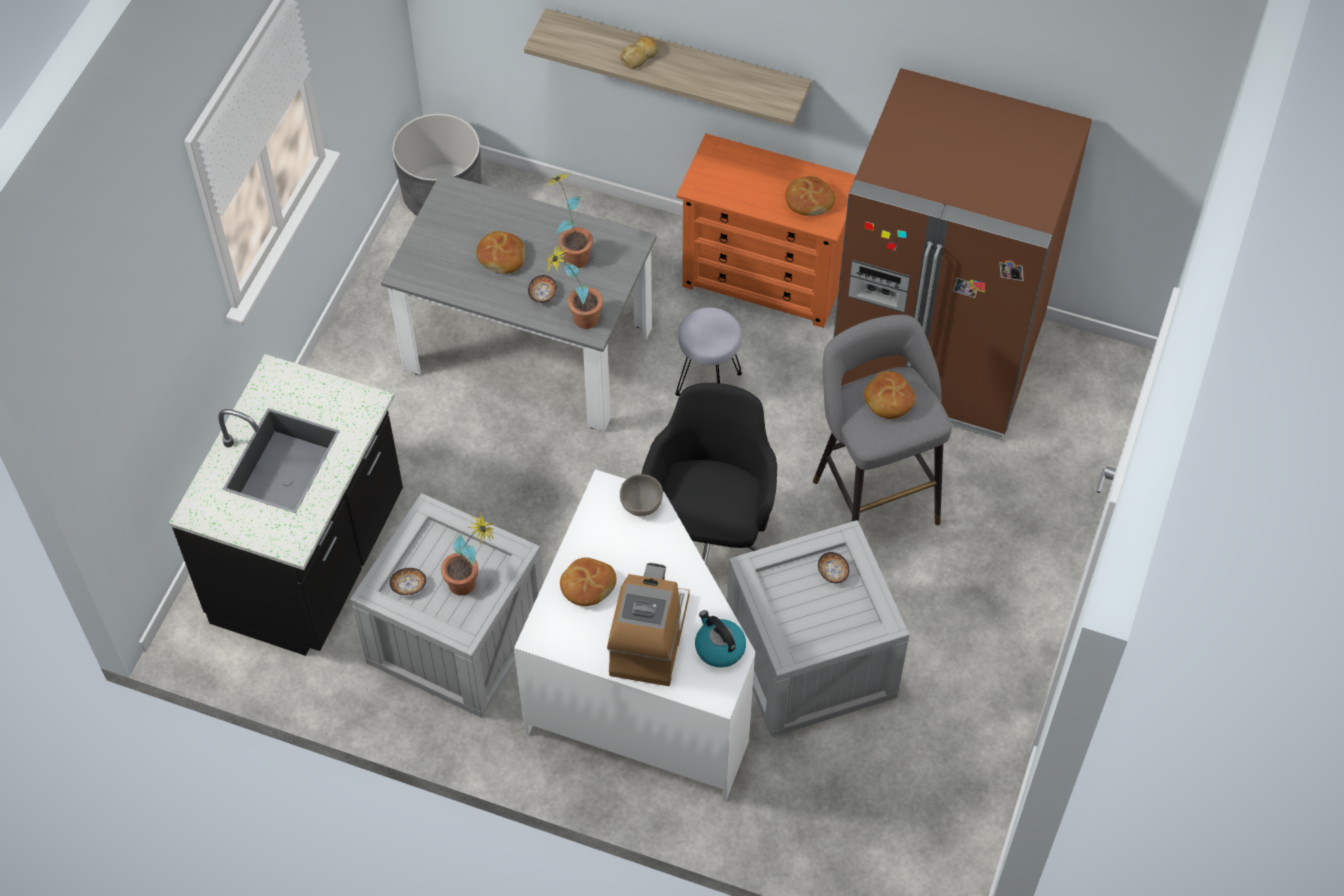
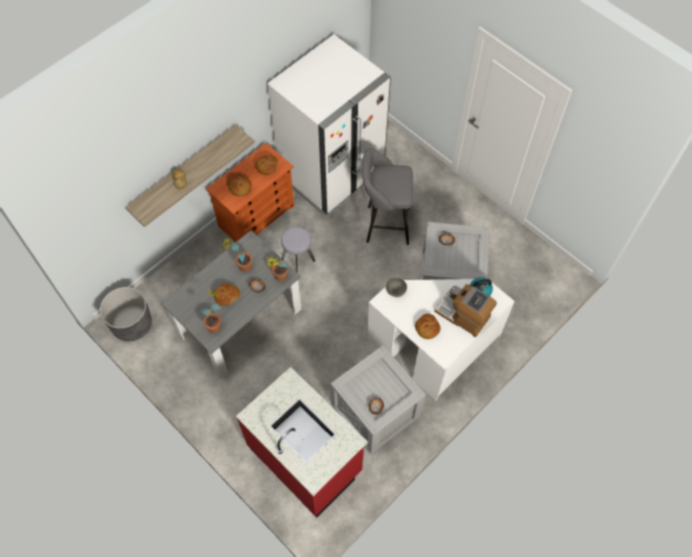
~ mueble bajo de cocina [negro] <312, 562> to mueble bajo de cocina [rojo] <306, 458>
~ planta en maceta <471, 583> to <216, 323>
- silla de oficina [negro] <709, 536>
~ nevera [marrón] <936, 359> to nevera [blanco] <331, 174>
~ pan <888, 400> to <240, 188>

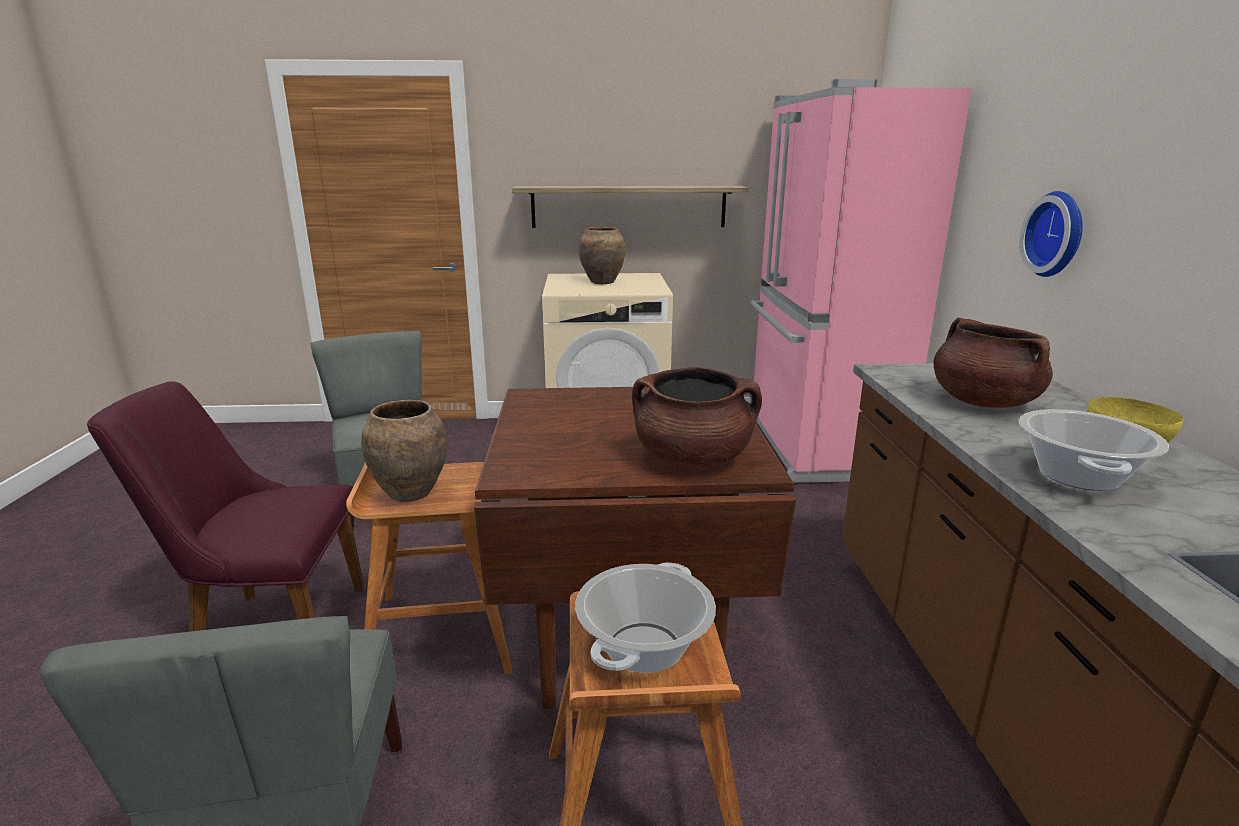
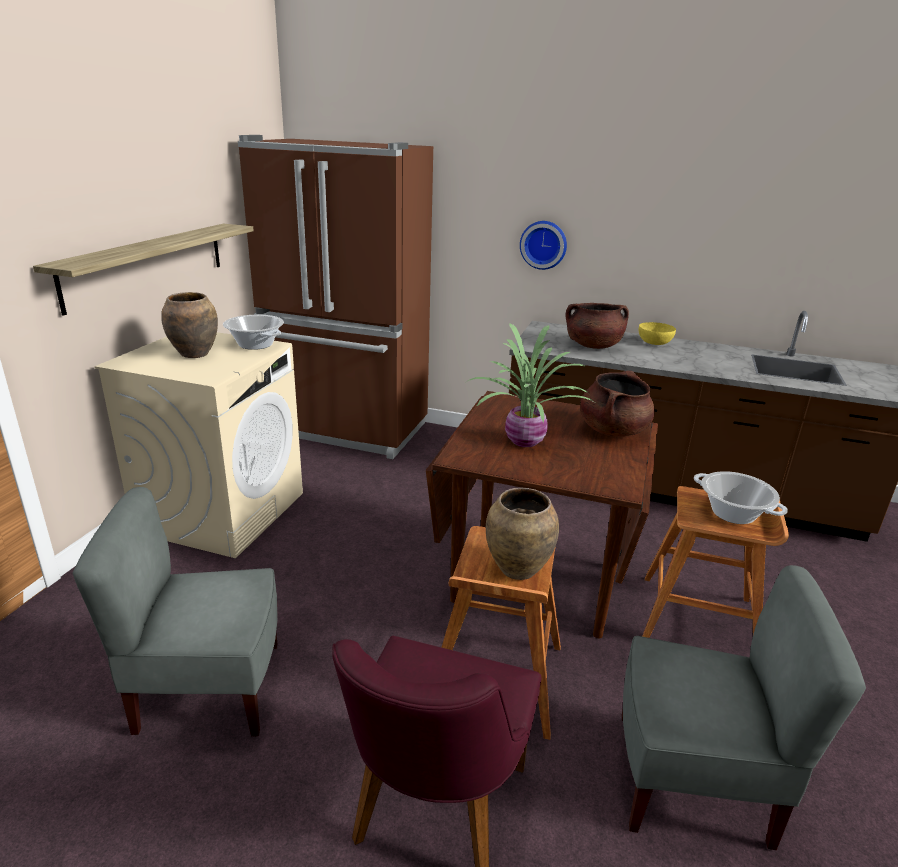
~ nevera [rosa] <815, 446> to nevera [marrón] <347, 430>
~ olla <1077, 476> to <255, 345>
+ planta en maceta <526, 440>

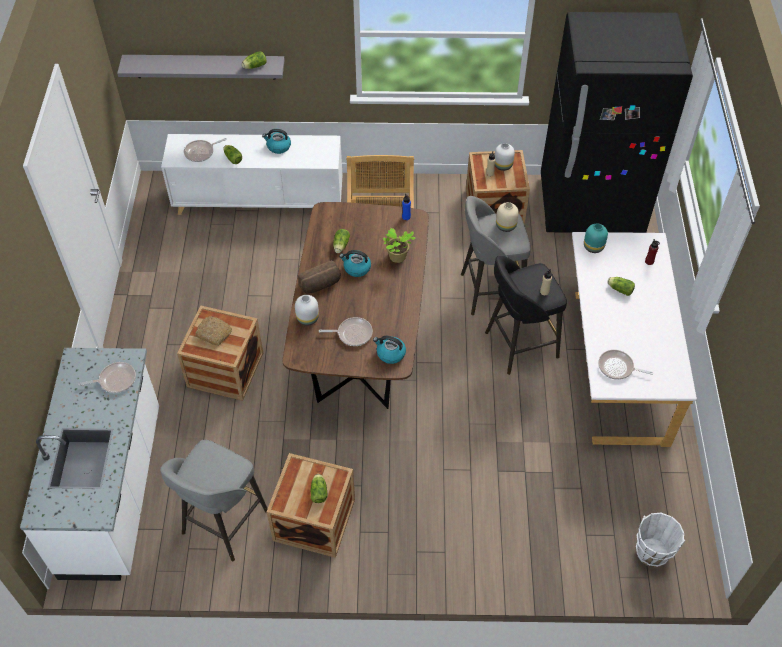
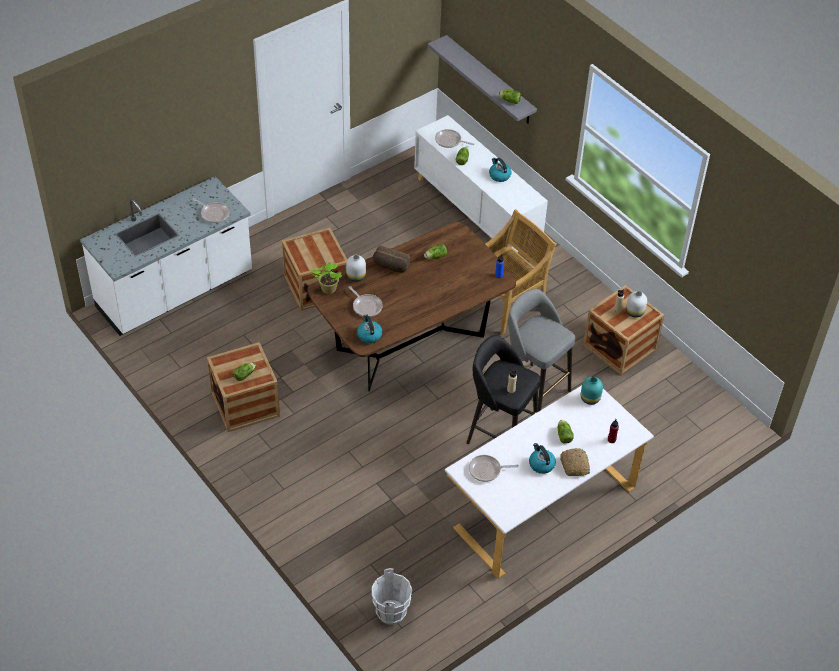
- taburete [gris] <223, 524>
~ pan <214, 333> to <575, 465>
~ hervidor <356, 268> to <541, 464>
~ planta en maceta <397, 257> to <327, 289>
- florero [beis] <505, 225>
- nevera [negro] <591, 206>
~ sartén <617, 367> = <487, 470> 75 degrees counterclockwise

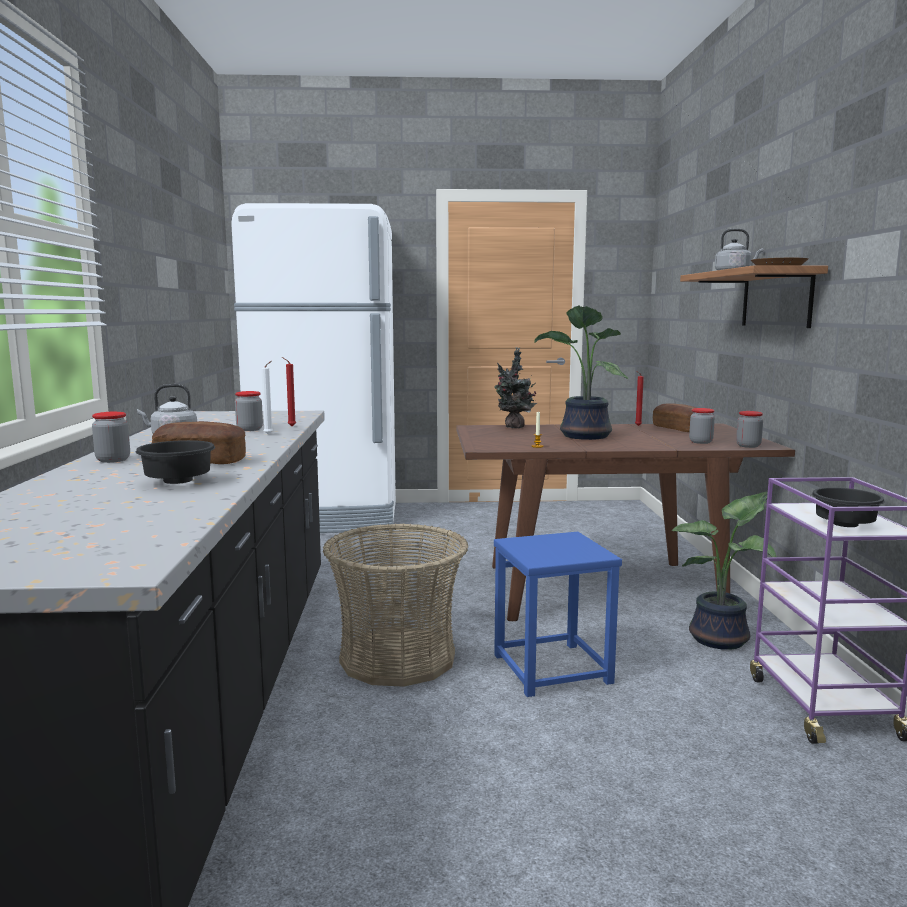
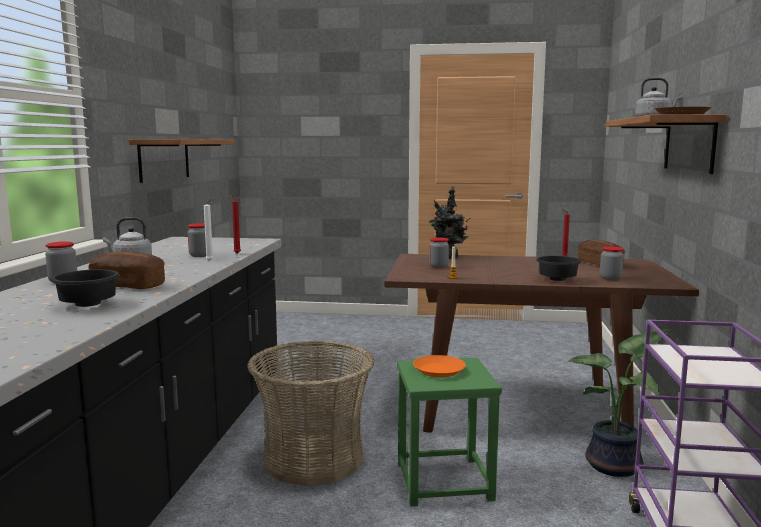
- nevera [blanco] <327, 518>
~ taburete [azul] <552, 669> to taburete [verde] <444, 481>
- planta en maceta <582, 436>
~ tarro <748, 446> to <438, 266>
~ cuenco [negro] <844, 525> to <556, 280>
+ estante <164, 159>
+ plato [naranja] <438, 370>

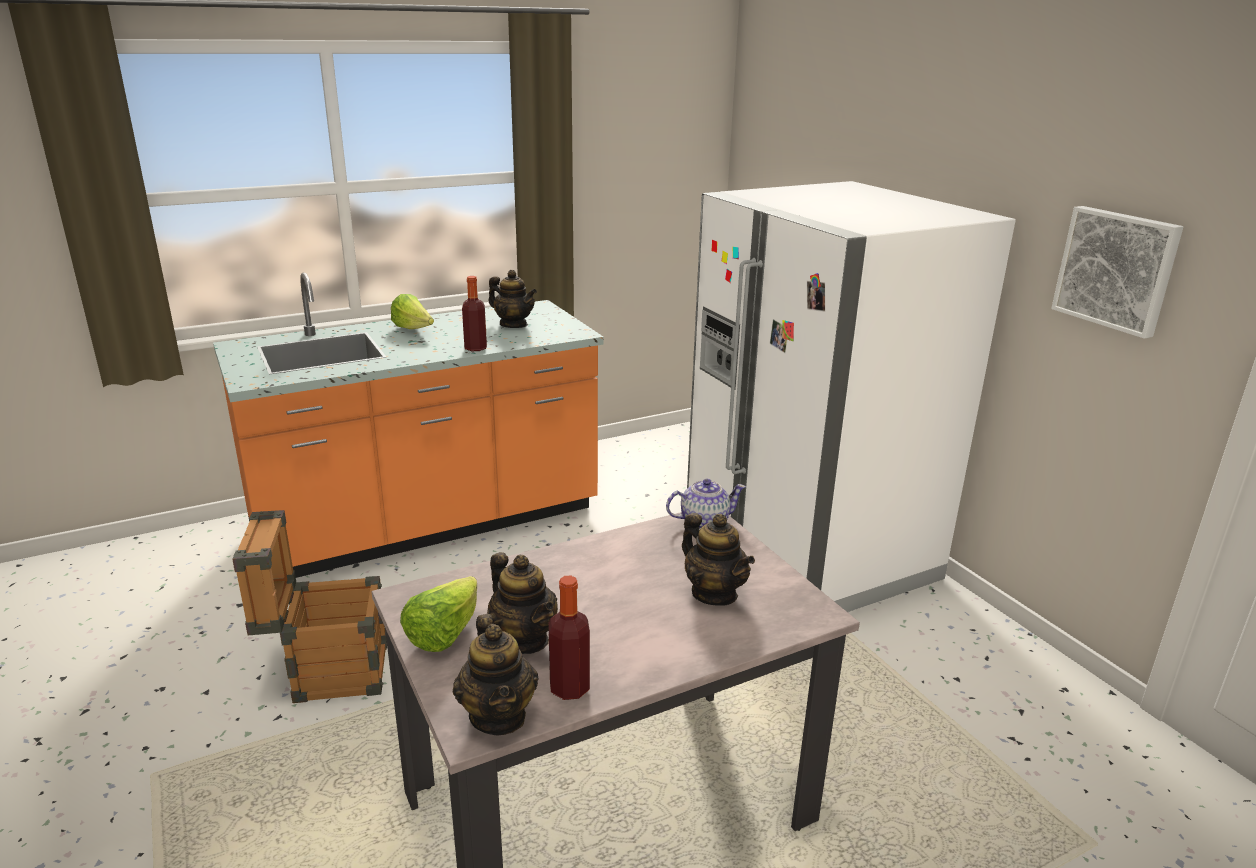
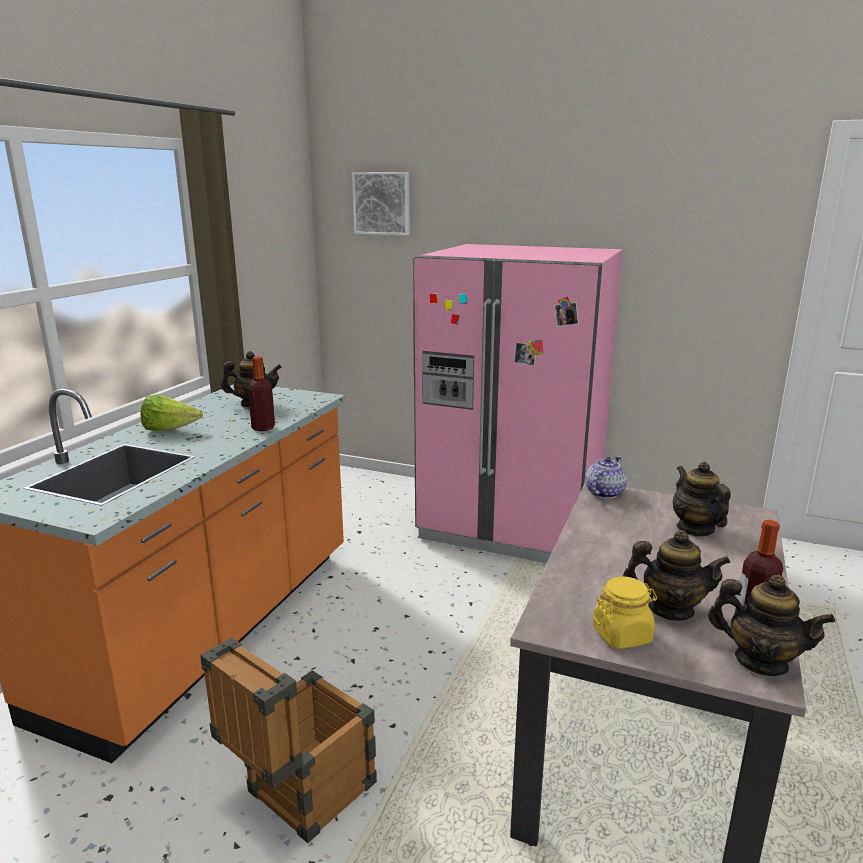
~ lechuga <444, 634> to tarro [amarillo] <622, 635>
~ tetera <714, 593> = <695, 528> 120 degrees counterclockwise
~ nevera [blanco] <808, 551> to nevera [rosa] <511, 525>
~ cuadro <1117, 269> to <382, 203>

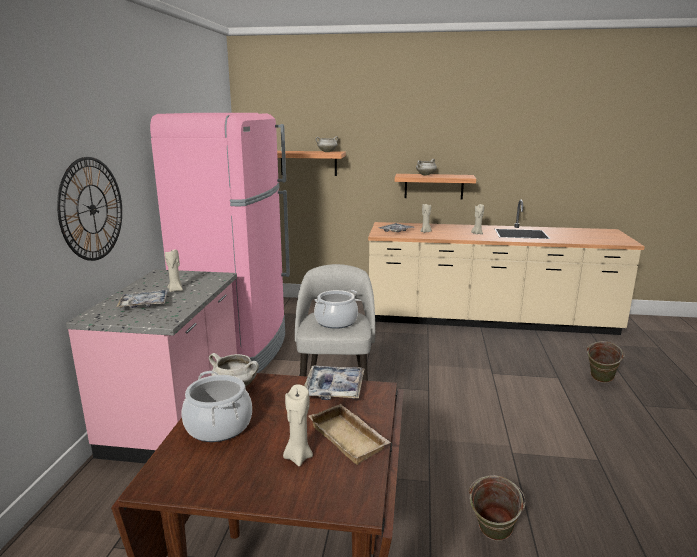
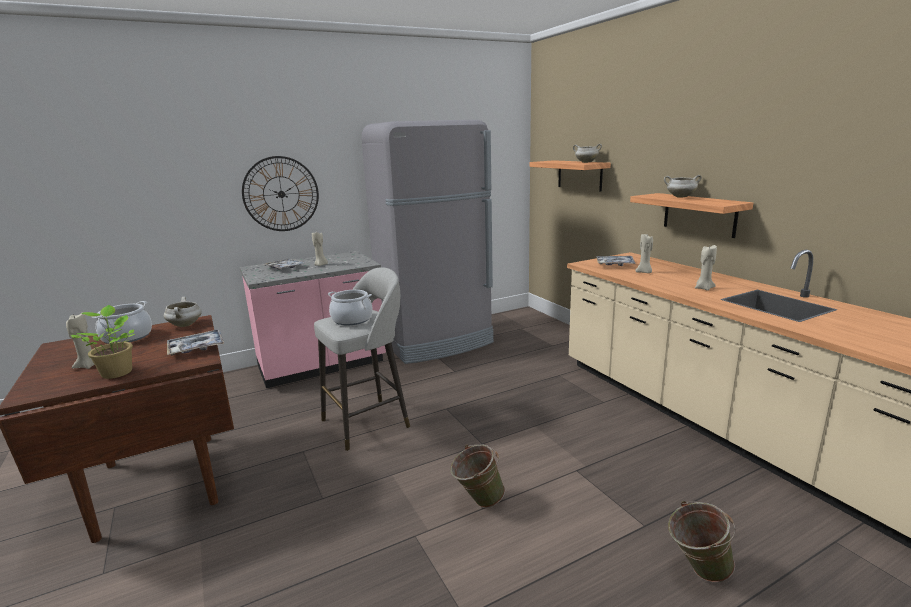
~ nevera [rosa] <237, 348> to nevera [gris] <436, 342>
~ bandeja [beis] <350, 438> to planta en maceta <117, 372>
~ cubo [verde] <492, 537> to <477, 501>

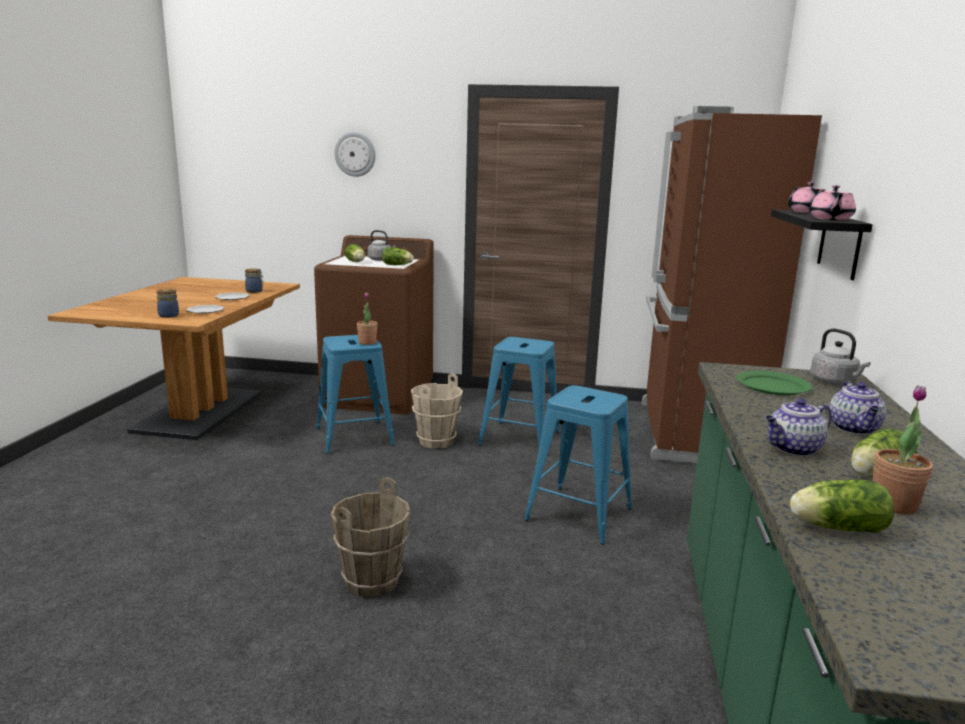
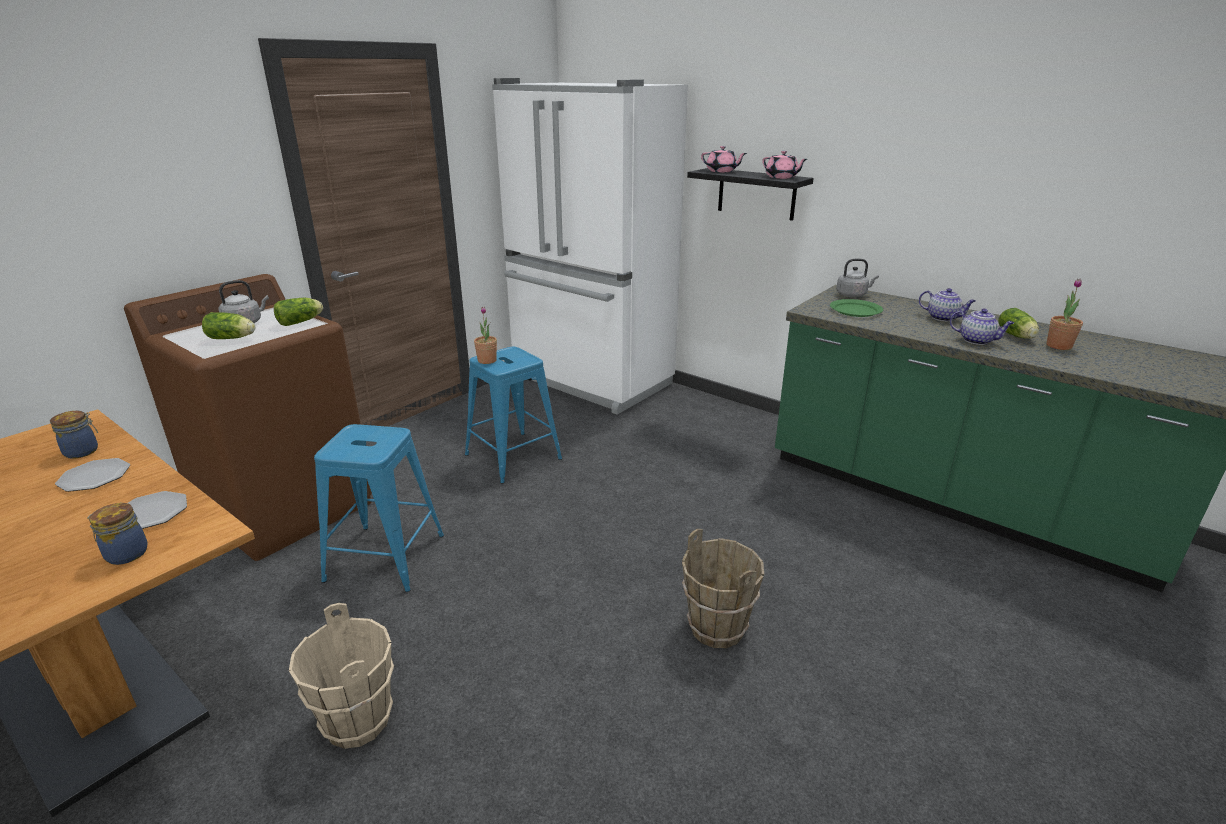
- reloj de pared <355, 154>
~ planta en maceta <367, 342> to <487, 360>
~ cubo [beis] <435, 441> to <356, 721>
- taburete [azul] <579, 514>
~ nevera [marrón] <693, 433> to nevera [blanco] <590, 381>
~ tetera <793, 449> = <977, 340> 60 degrees counterclockwise
- lechuga <834, 527>

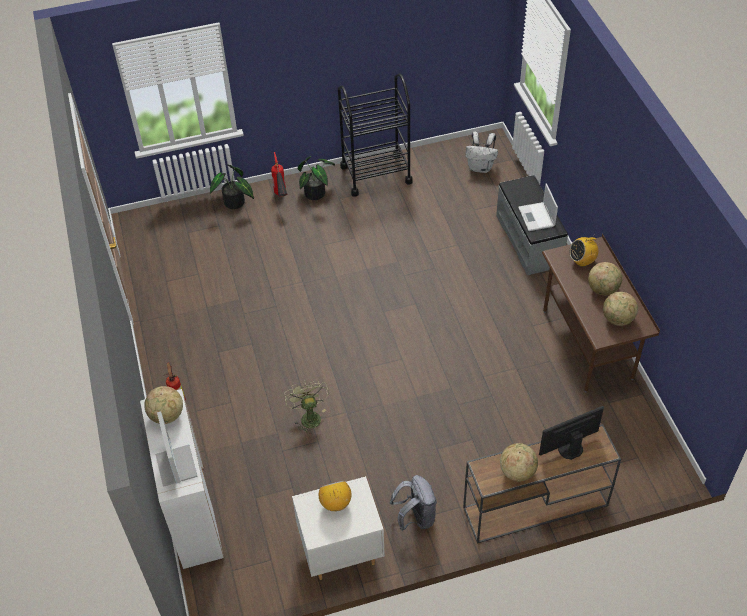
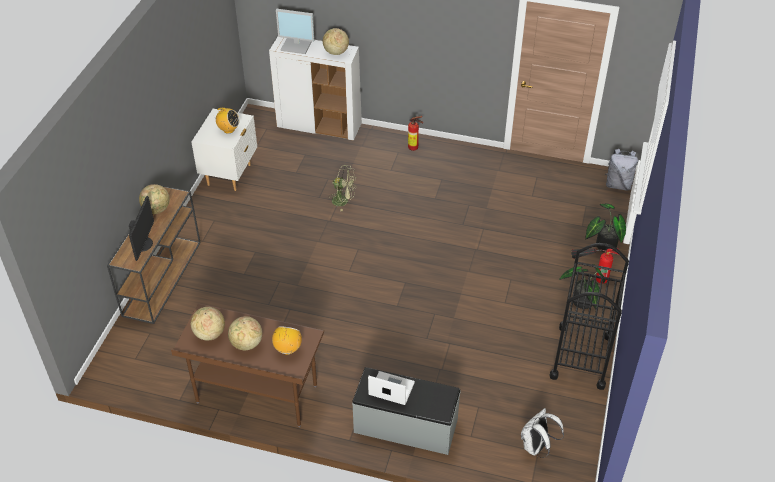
~ mochila [gris] <415, 517> to <618, 184>

